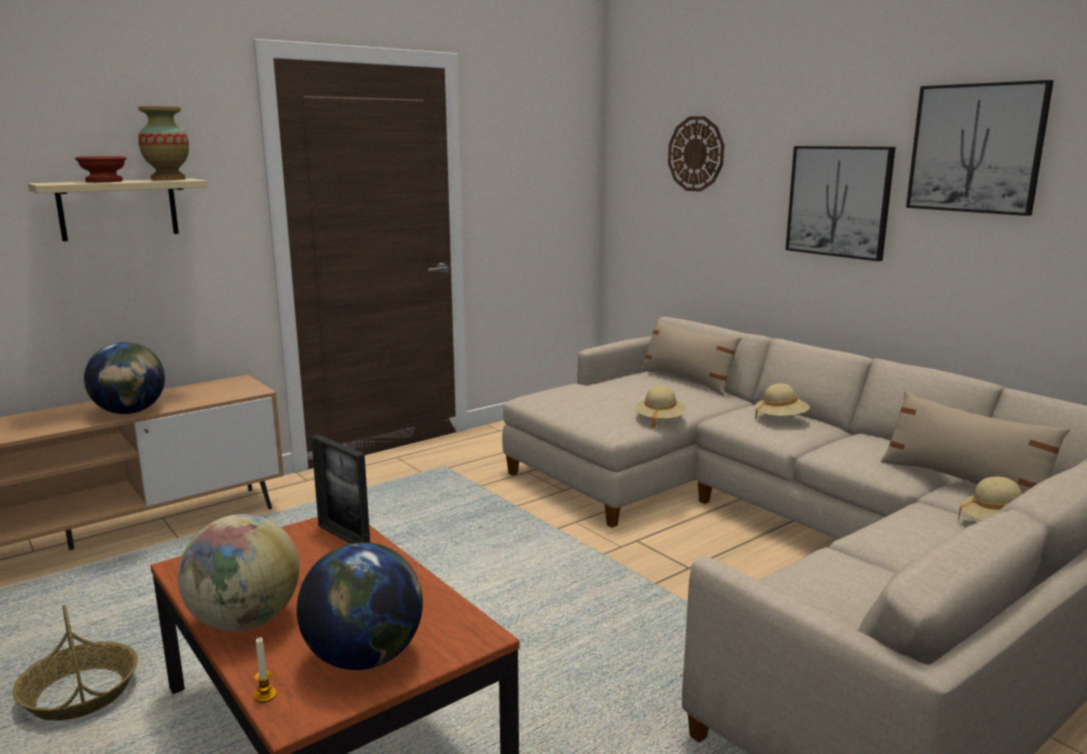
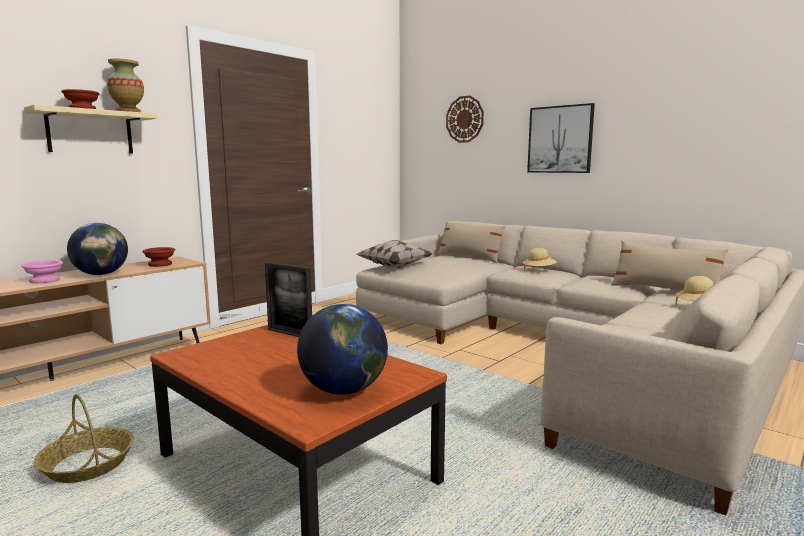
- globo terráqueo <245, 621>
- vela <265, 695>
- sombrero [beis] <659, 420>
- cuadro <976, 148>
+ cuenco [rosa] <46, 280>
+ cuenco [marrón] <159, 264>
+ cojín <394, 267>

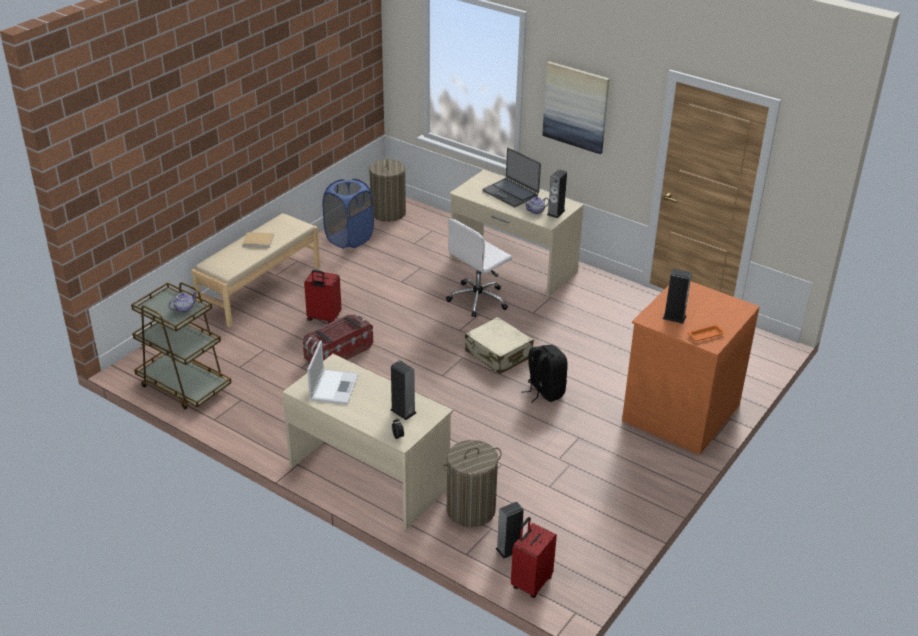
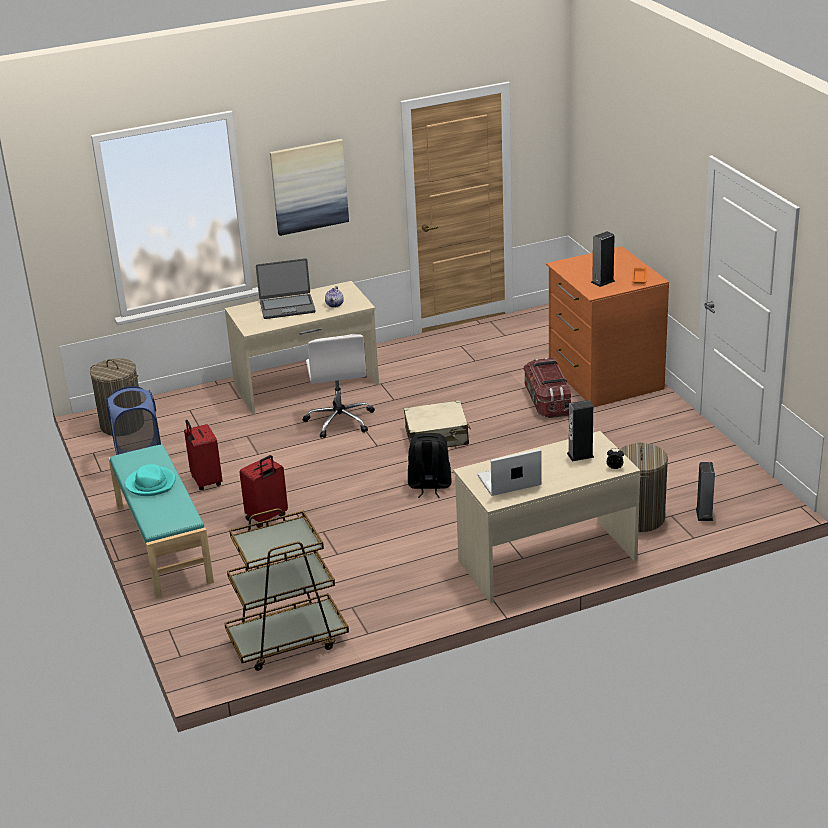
- tetera <184, 308>
~ banco [beis] <259, 288> to banco [turquesa] <162, 544>
~ libro [beis] <259, 241> to sombrero [turquesa] <151, 484>
~ caja de almacenaje <338, 353> to <547, 401>
~ portátil <334, 386> = <508, 481> 60 degrees counterclockwise
~ maleta [rojo] <530, 582> to <205, 482>
~ mochila [negro] <544, 391> to <429, 486>
- altavoz <556, 212>

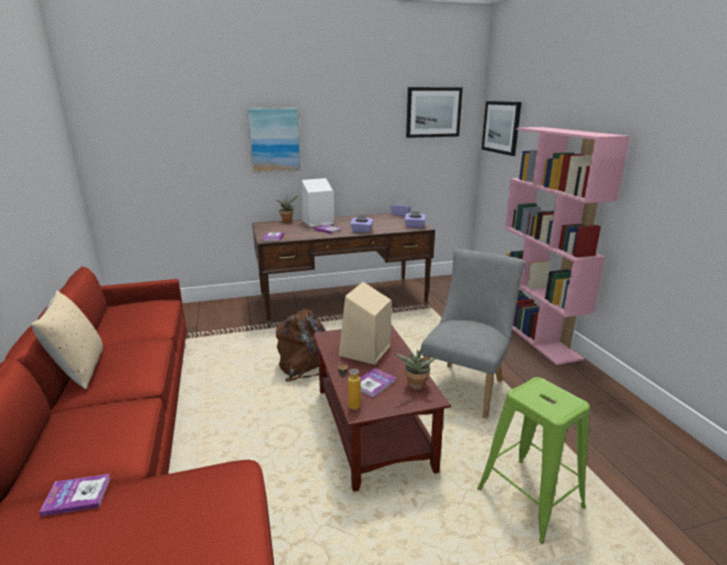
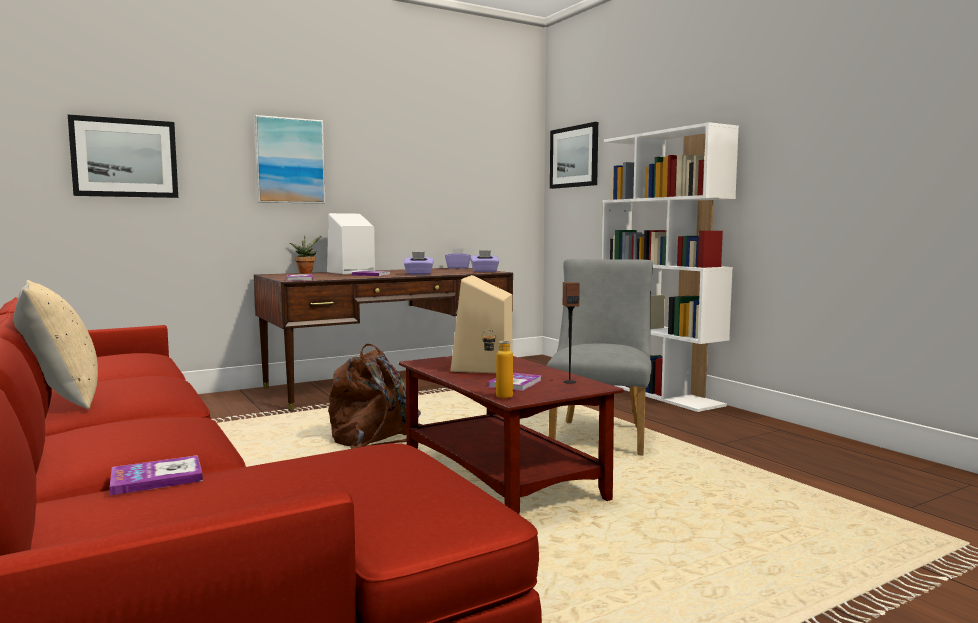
~ planta en maceta <415, 387> to altavoz <569, 382>
~ cuadro <433, 112> to <124, 158>
- taburete [verde] <530, 499>
~ estantería [rosa] <536, 335> to estantería [blanco] <659, 393>

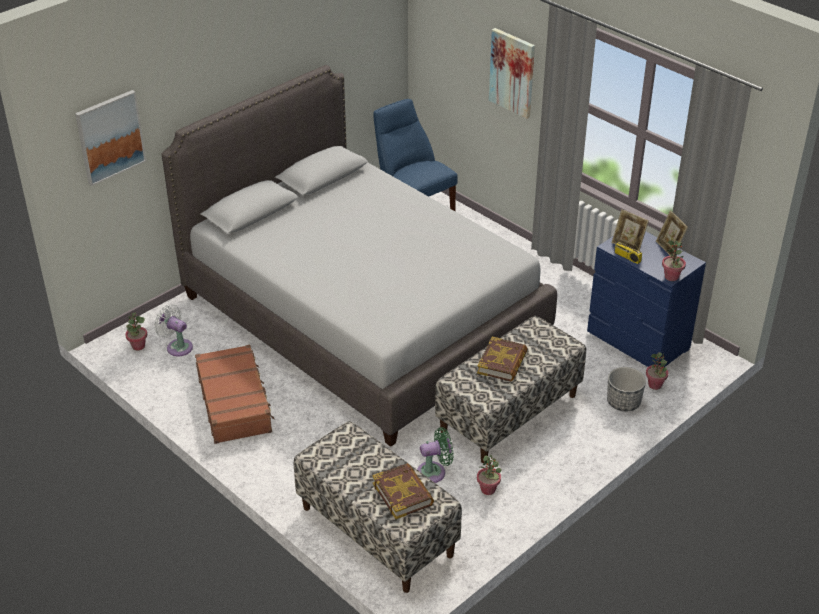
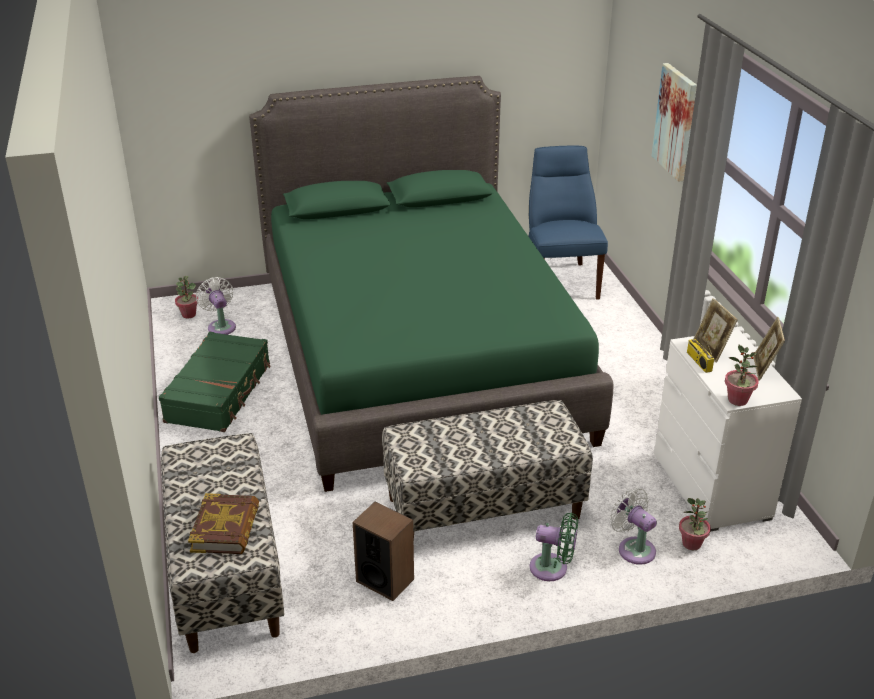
- cuadro <110, 137>
~ cama [gris] <363, 316> to cama [verde] <419, 357>
~ maleta [marrón] <235, 402> to maleta [verde] <220, 393>
~ ventilador [verde] <434, 472> to <552, 568>
- libro <502, 363>
~ planta en maceta <488, 489> to altavoz <385, 580>
~ cómoda [azul] <638, 341> to cómoda [blanco] <711, 487>
~ maceta <623, 402> to ventilador [blanco] <633, 548>

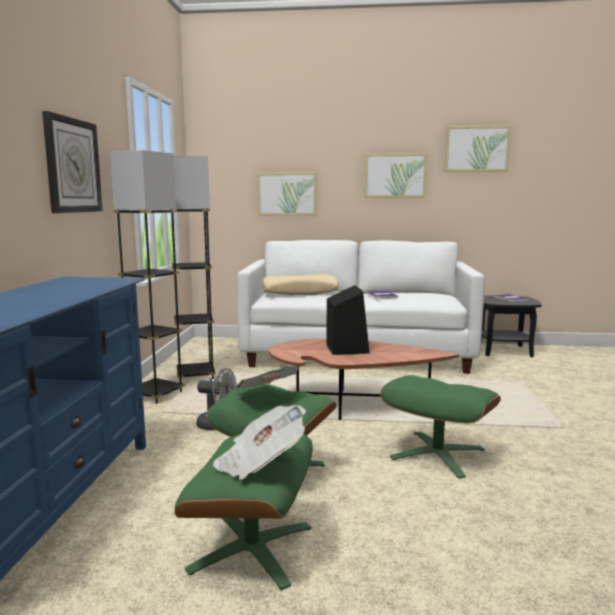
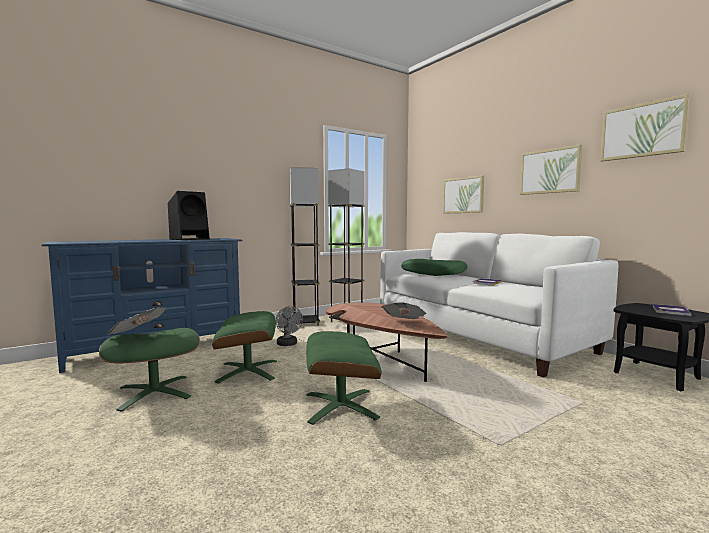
- reloj de pared <72, 166>
~ periódico <267, 395> to <404, 323>
~ cojín [beis] <300, 293> to cojín [verde] <433, 273>
~ altavoz [negro] <346, 348> to <190, 239>

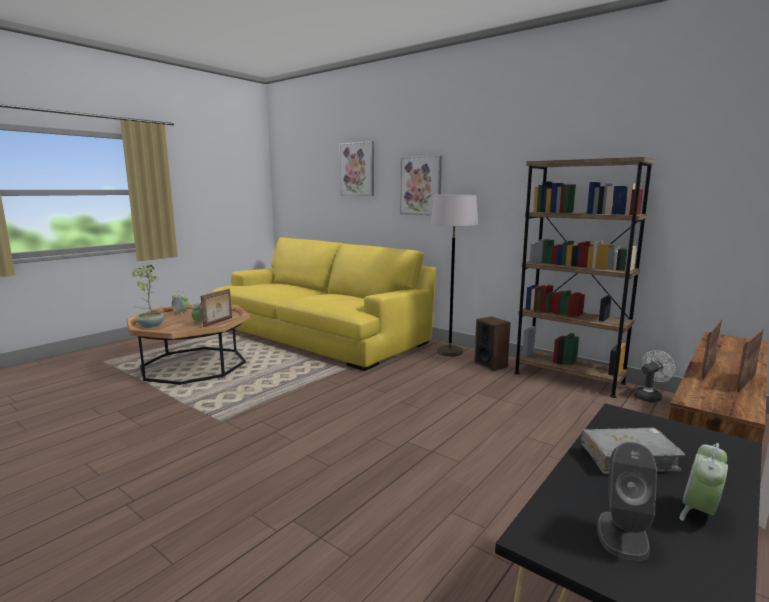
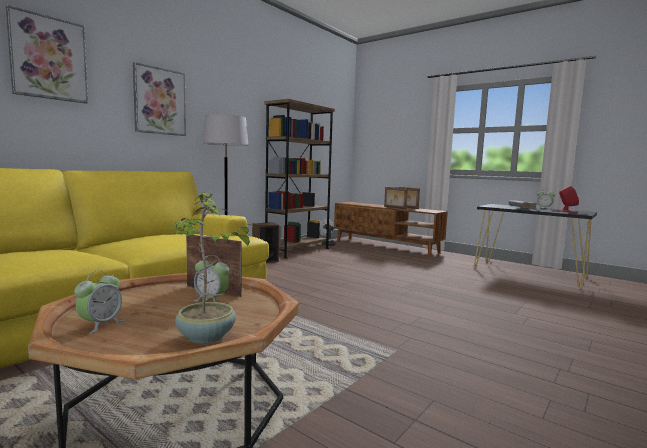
~ altavoz [gris] <622, 534> to altavoz [rojo] <567, 211>

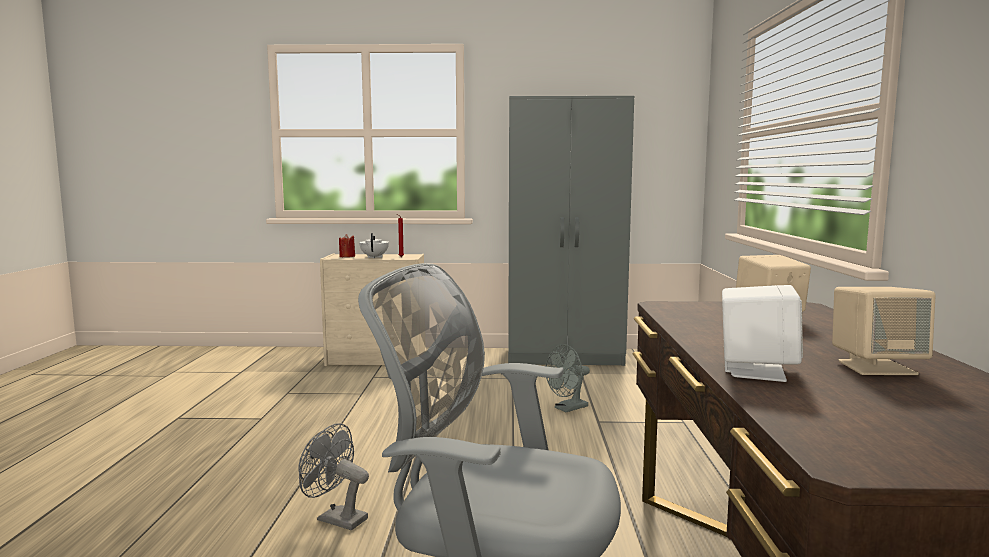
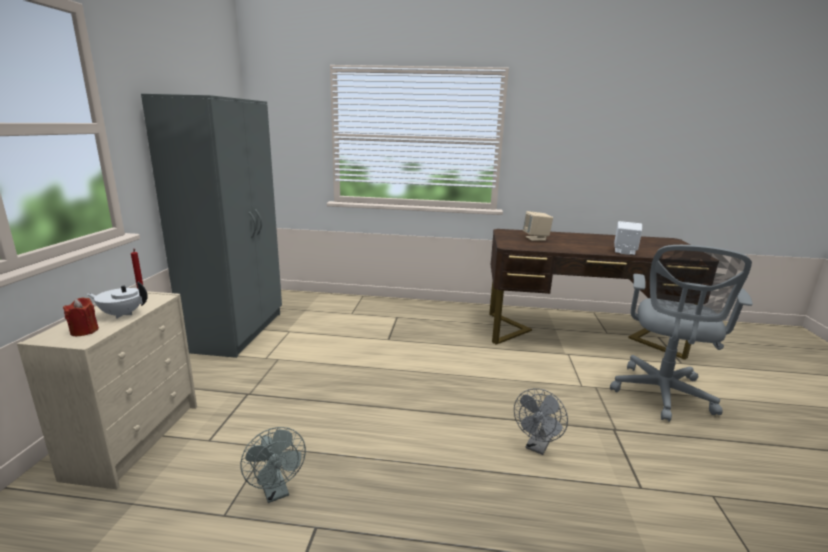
~ ventilador [gris] <567, 408> to <276, 492>
- altavoz [beis] <876, 367>

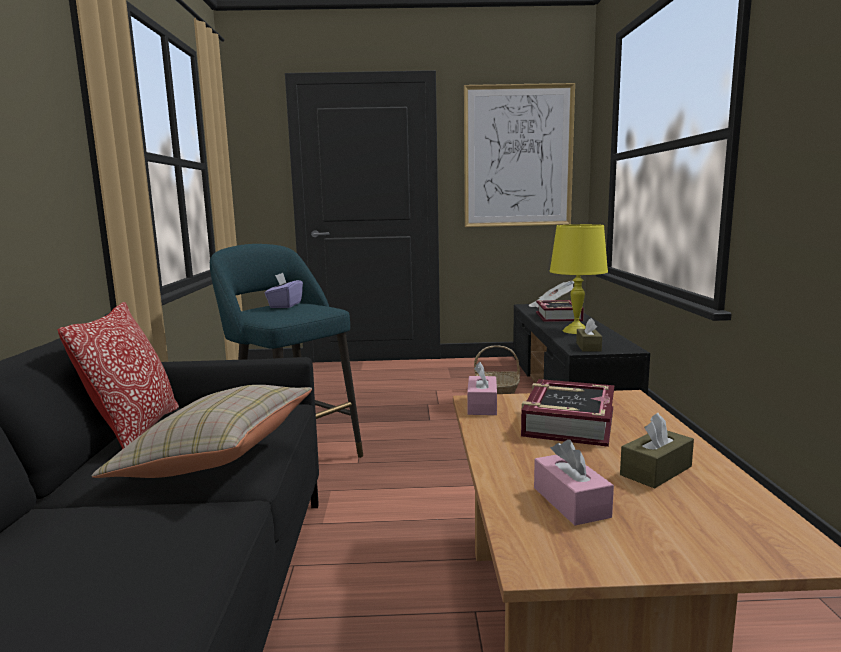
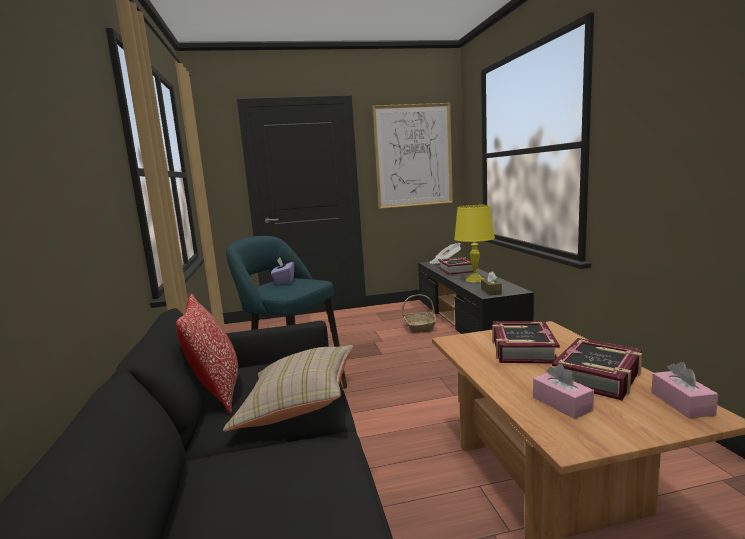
~ caja de pañuelos [rosa] <482, 405> to <682, 403>
~ caja de pañuelos [marrón] <656, 471> to libro <598, 376>

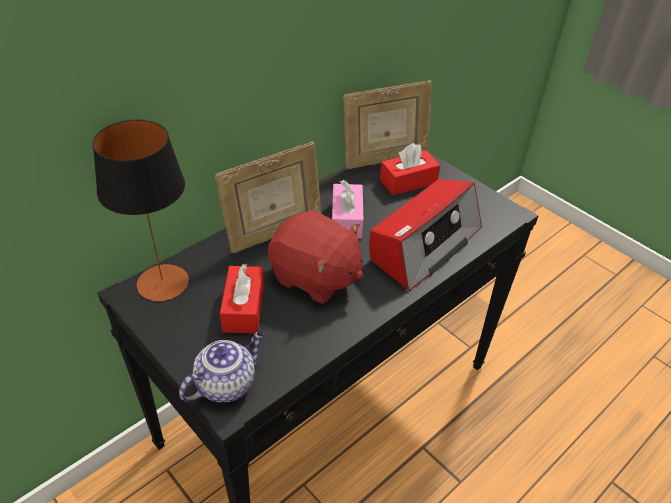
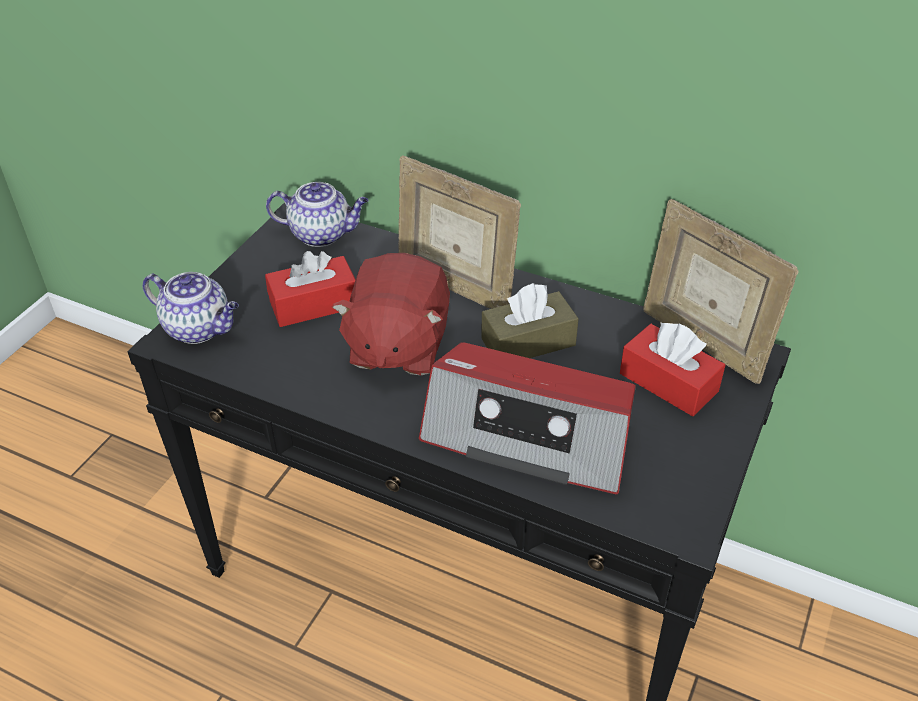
~ lámpara de mesa <162, 283> to tetera <322, 234>
~ caja de pañuelos [rosa] <346, 220> to caja de pañuelos [marrón] <528, 342>

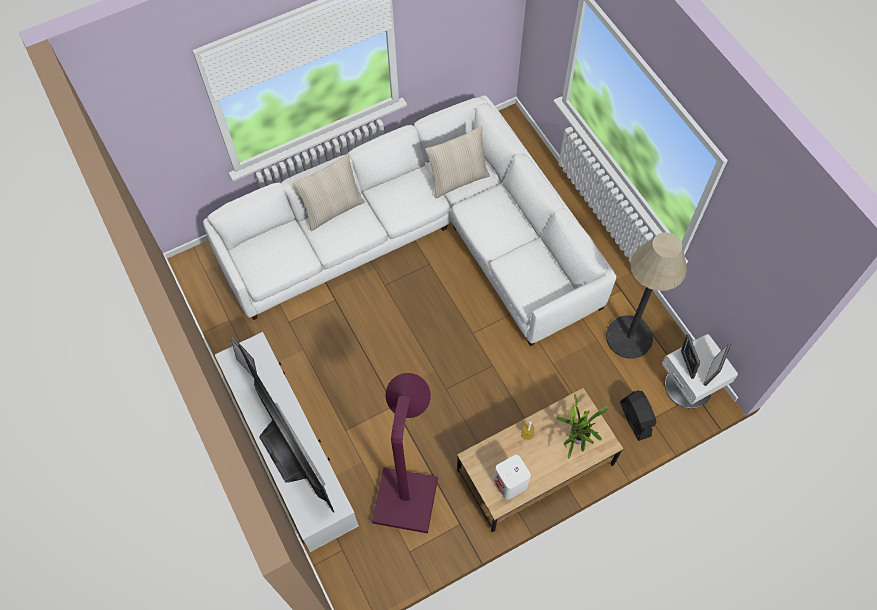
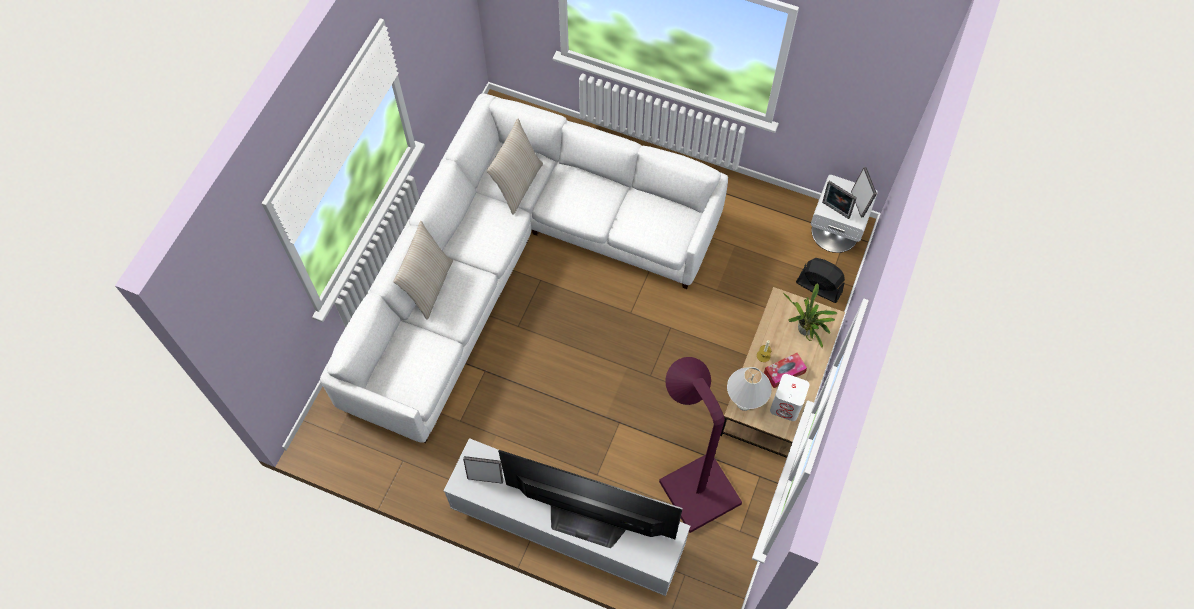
- lámpara de pie <629, 337>
+ lámpara de mesa [blanco] <744, 403>
+ caja de pañuelos <784, 372>

